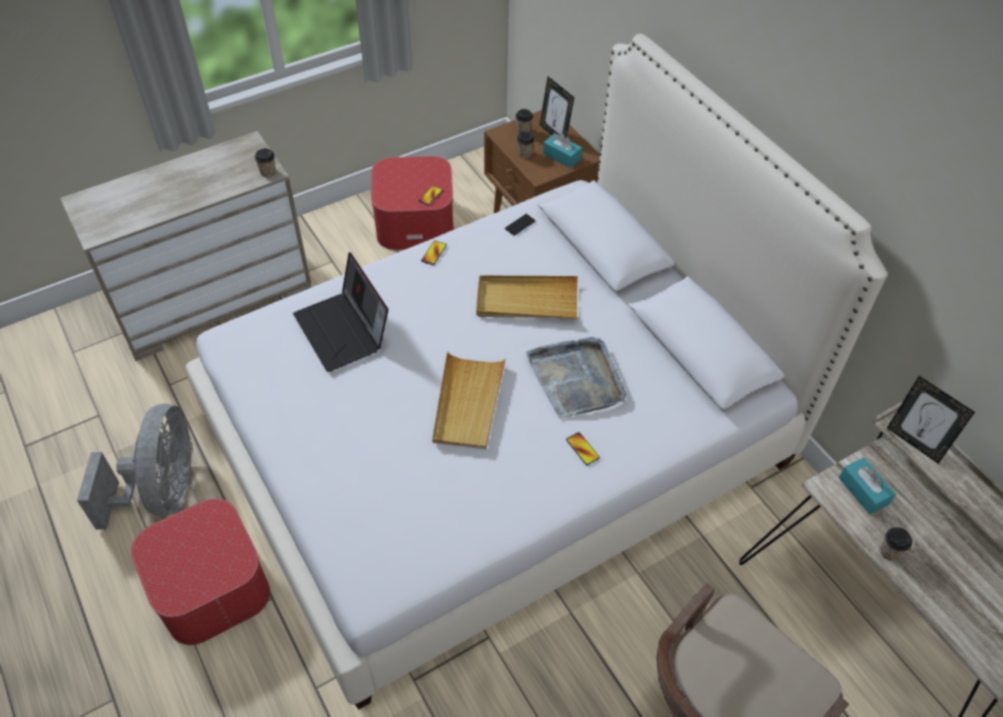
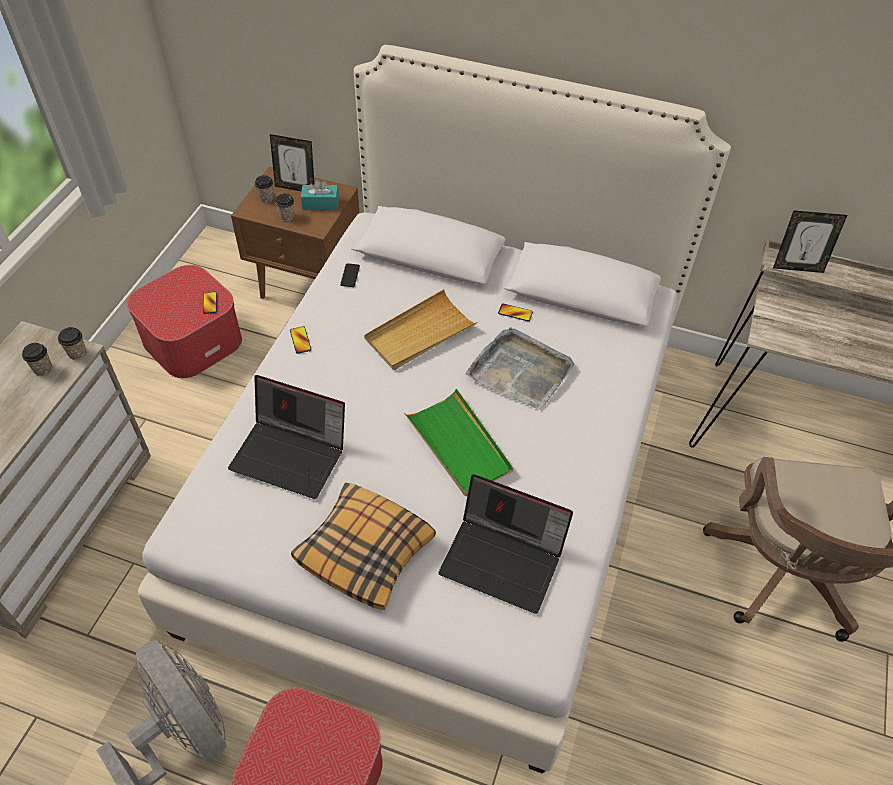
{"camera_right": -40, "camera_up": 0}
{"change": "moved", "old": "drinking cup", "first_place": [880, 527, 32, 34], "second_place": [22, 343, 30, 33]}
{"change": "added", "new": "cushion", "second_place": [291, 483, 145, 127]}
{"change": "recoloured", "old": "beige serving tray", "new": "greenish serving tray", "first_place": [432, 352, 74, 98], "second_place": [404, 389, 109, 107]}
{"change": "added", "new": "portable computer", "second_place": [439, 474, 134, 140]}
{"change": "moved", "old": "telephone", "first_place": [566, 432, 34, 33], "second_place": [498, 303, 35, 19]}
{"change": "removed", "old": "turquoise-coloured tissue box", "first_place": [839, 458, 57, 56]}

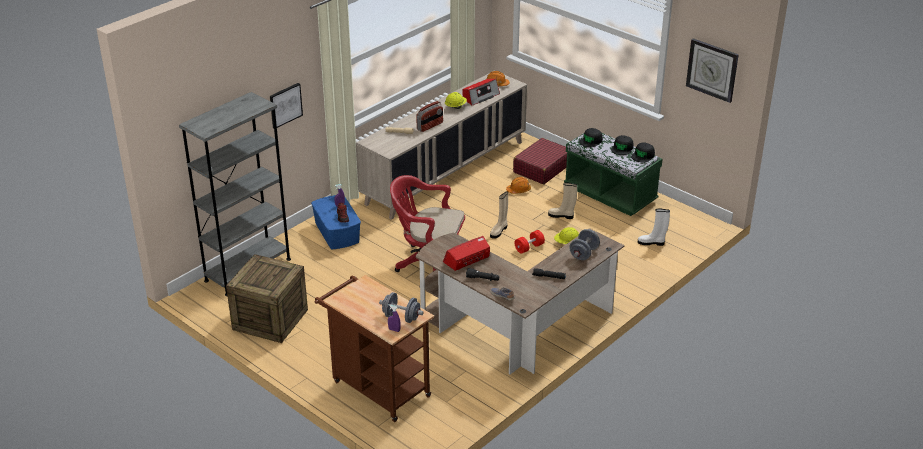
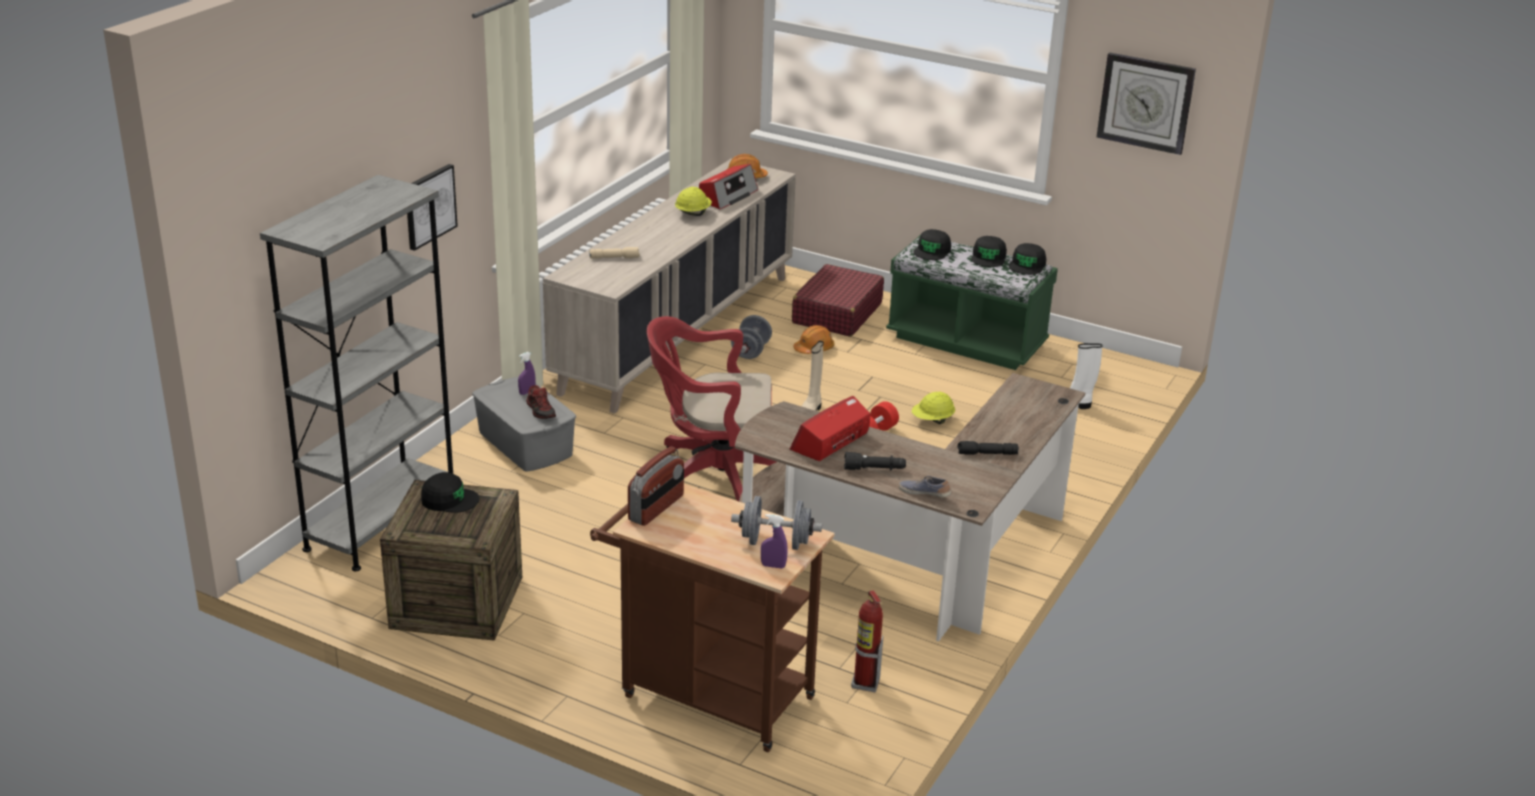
{"camera_right": -15, "camera_up": -5}
{"change": "added", "new": "black cap", "second_place": [421, 472, 59, 41]}
{"change": "recoloured", "old": "blue storage bin", "new": "grey storage bin", "first_place": [311, 195, 50, 54], "second_place": [472, 377, 104, 95]}
{"change": "moved", "old": "radio receiver", "first_place": [416, 101, 27, 31], "second_place": [628, 446, 56, 80]}
{"change": "moved", "old": "grey hand weight", "first_place": [569, 229, 31, 31], "second_place": [731, 315, 41, 44]}
{"change": "added", "new": "fire-fighting cylinder", "second_place": [851, 591, 33, 101]}
{"change": "removed", "old": "beige high-top boot", "first_place": [548, 182, 29, 37]}

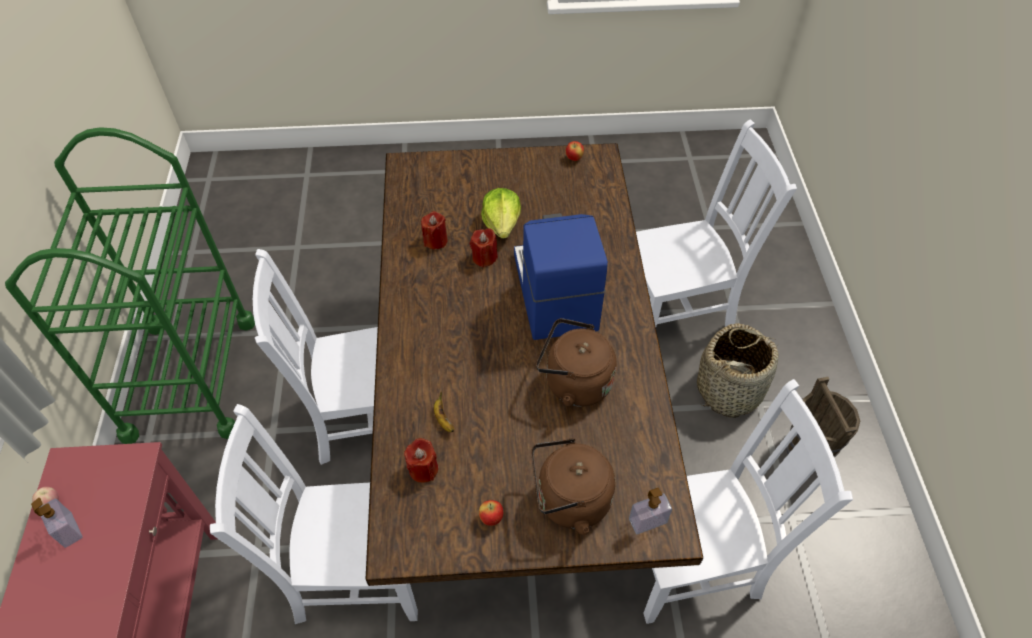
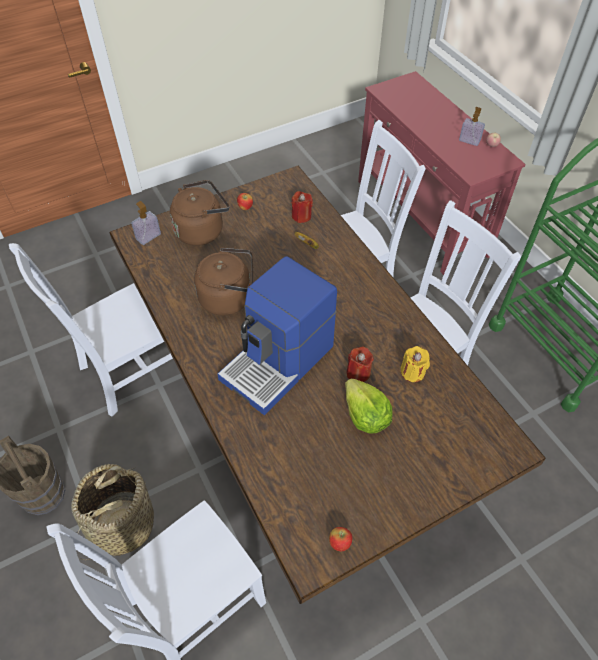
{"camera_right": 155, "camera_up": 0}
{"change": "turned", "old": "coffee maker", "first_place": [514, 213, 94, 127], "second_place": [217, 256, 120, 159], "degrees": 75}
{"change": "recoloured", "old": "reddish wax candle", "new": "yellowish wax candle", "first_place": [421, 211, 26, 39], "second_place": [401, 346, 29, 36]}

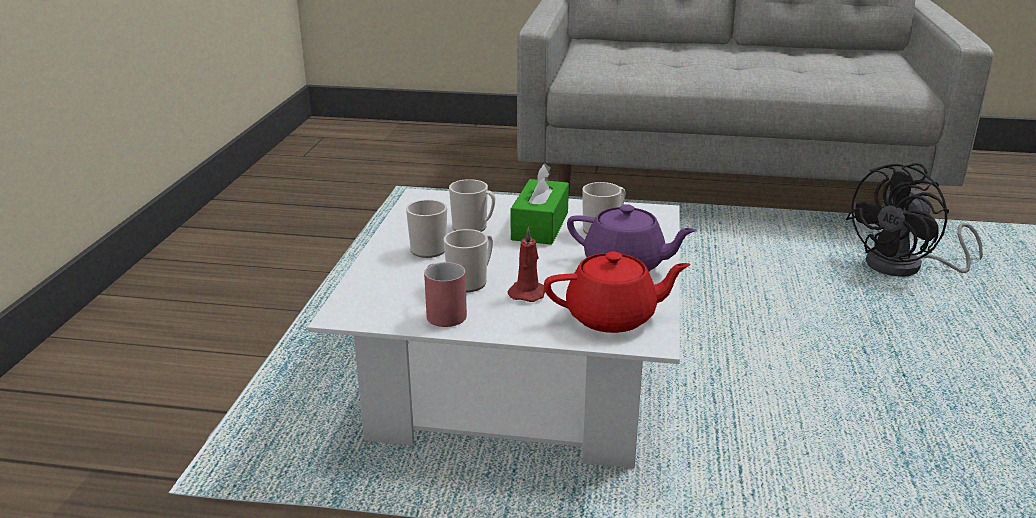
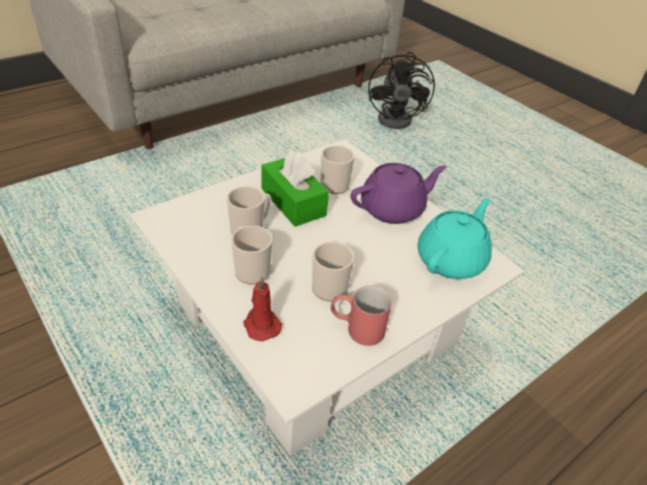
{"camera_right": -50, "camera_up": 15}
{"change": "moved", "old": "reddish wax candle", "first_place": [508, 227, 37, 75], "second_place": [243, 276, 39, 65]}
{"change": "recoloured", "old": "reddish pot for tea", "new": "turquoise-coloured pot for tea", "first_place": [544, 252, 147, 81], "second_place": [418, 198, 74, 81]}

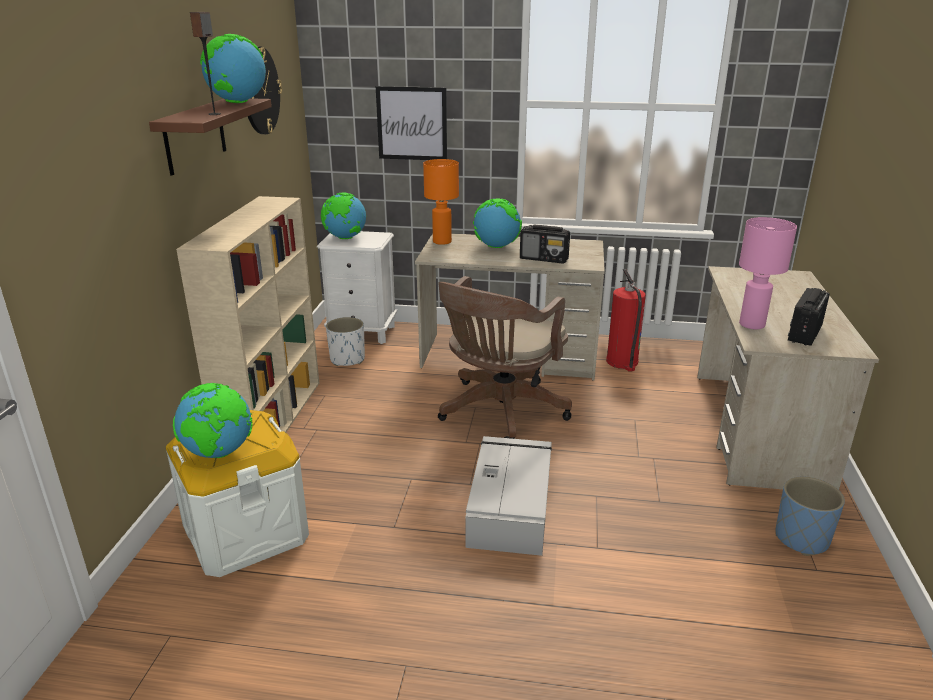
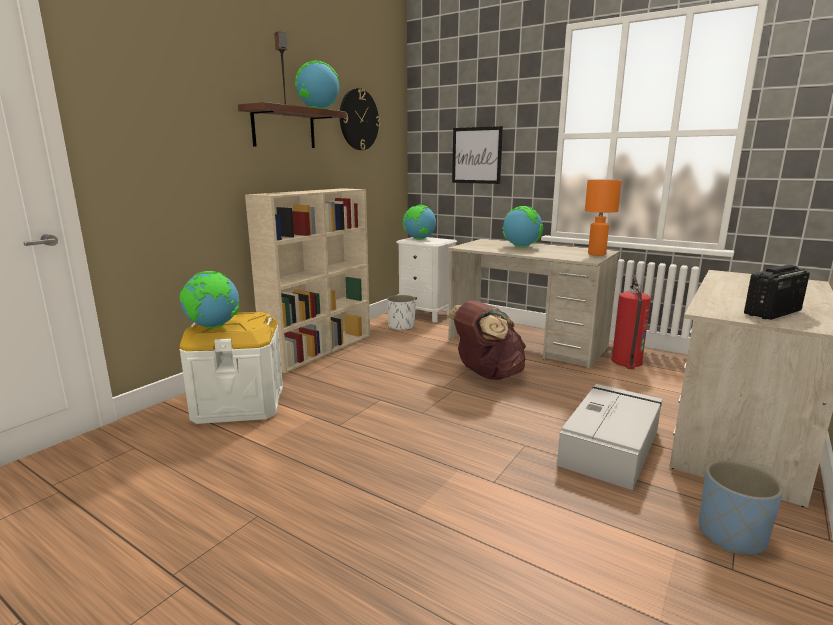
{"camera_right": 25, "camera_up": -10}
{"change": "replaced", "old": "brownish office chair", "new": "brownish knapsack", "first_place": [438, 276, 134, 163], "second_place": [447, 300, 79, 80]}
{"change": "moved", "old": "grey storage bin", "first_place": [465, 436, 87, 120], "second_place": [557, 384, 106, 106]}
{"change": "moved", "old": "orange tabletop lamp", "first_place": [423, 159, 36, 86], "second_place": [585, 180, 37, 76]}
{"change": "removed", "old": "radio receiver", "first_place": [520, 225, 50, 39]}
{"change": "removed", "old": "pink tabletop lamp", "first_place": [739, 217, 58, 112]}

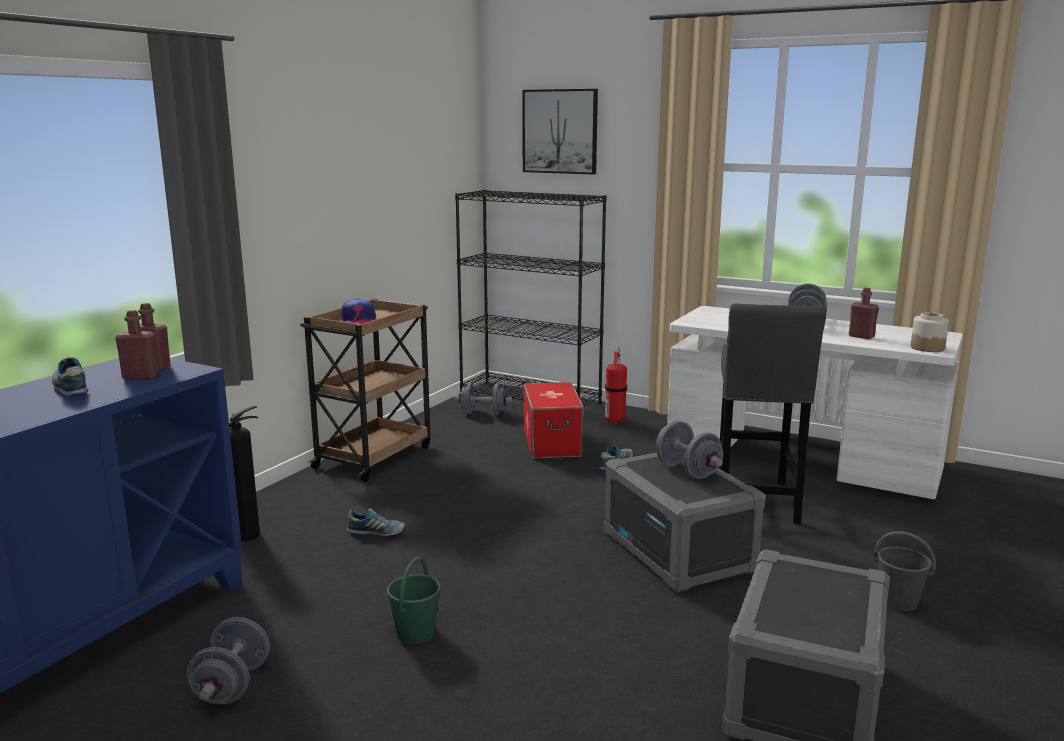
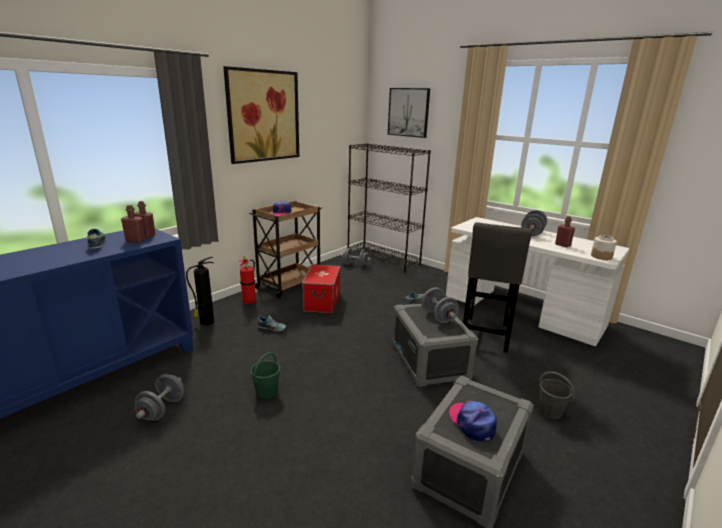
{"camera_right": 10, "camera_up": 5}
{"change": "added", "new": "picture", "second_place": [223, 66, 76, 98]}
{"change": "moved", "old": "fire-fighting cylinder", "first_place": [605, 346, 22, 77], "second_place": [239, 256, 19, 48]}
{"change": "moved", "old": "storage bin", "first_place": [523, 382, 61, 77], "second_place": [302, 264, 38, 49]}
{"change": "added", "new": "cap", "second_place": [448, 401, 49, 40]}

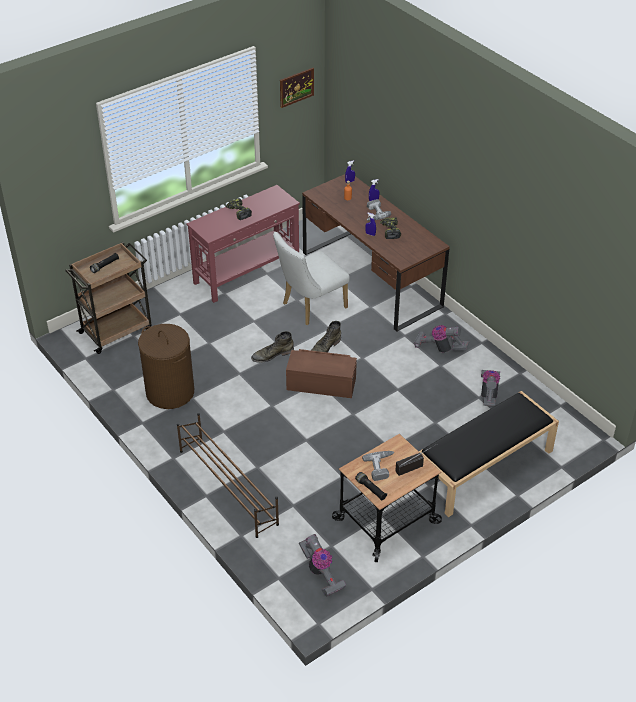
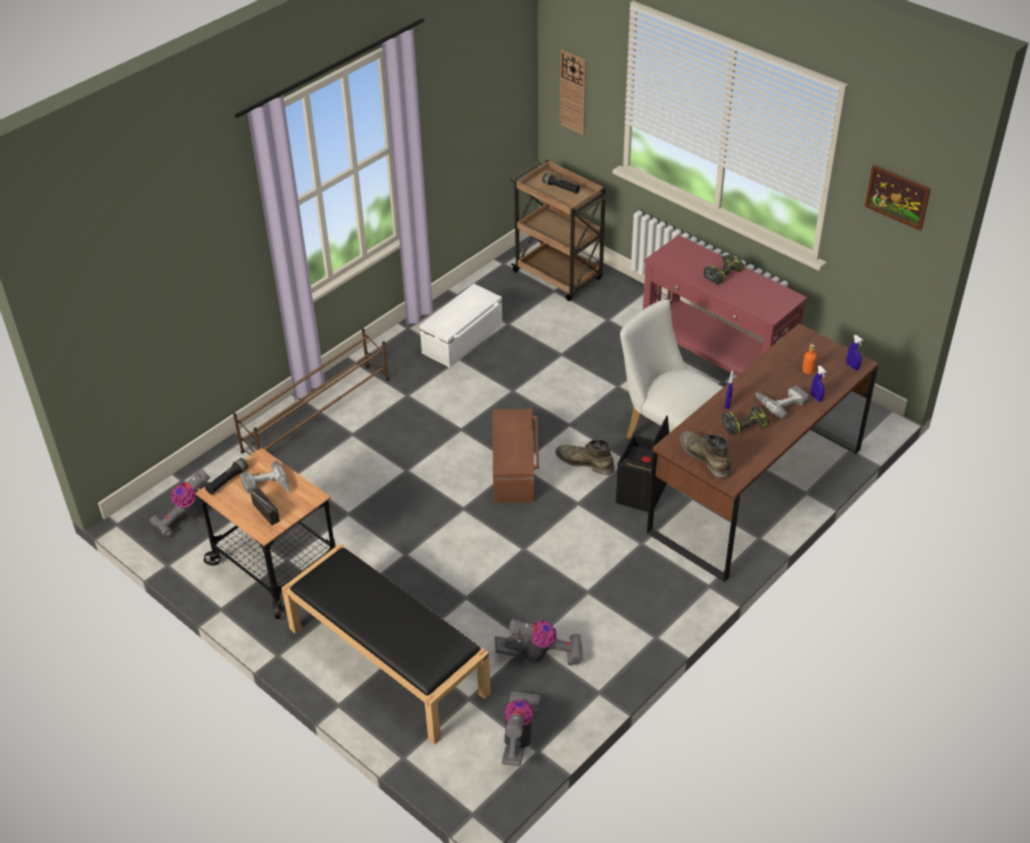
{"camera_right": 80, "camera_up": 0}
{"change": "replaced", "old": "brownish hamper", "new": "white storage bin", "first_place": [138, 324, 56, 85], "second_place": [420, 284, 83, 84]}
{"change": "moved", "old": "hoover", "first_place": [414, 325, 55, 28], "second_place": [502, 692, 39, 74]}
{"change": "added", "new": "hanging clock", "second_place": [560, 50, 26, 85]}
{"change": "added", "new": "black storage bin", "second_place": [616, 415, 53, 97]}
{"change": "moved", "old": "greenish high-top boot", "first_place": [251, 331, 43, 32], "second_place": [680, 431, 52, 47]}

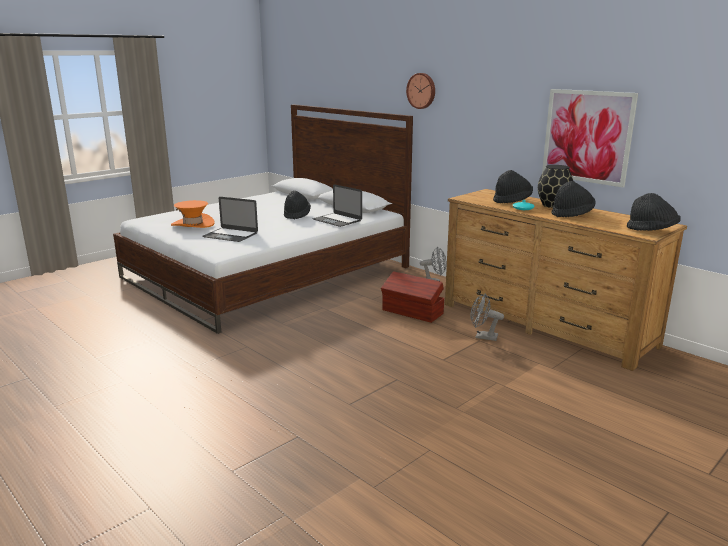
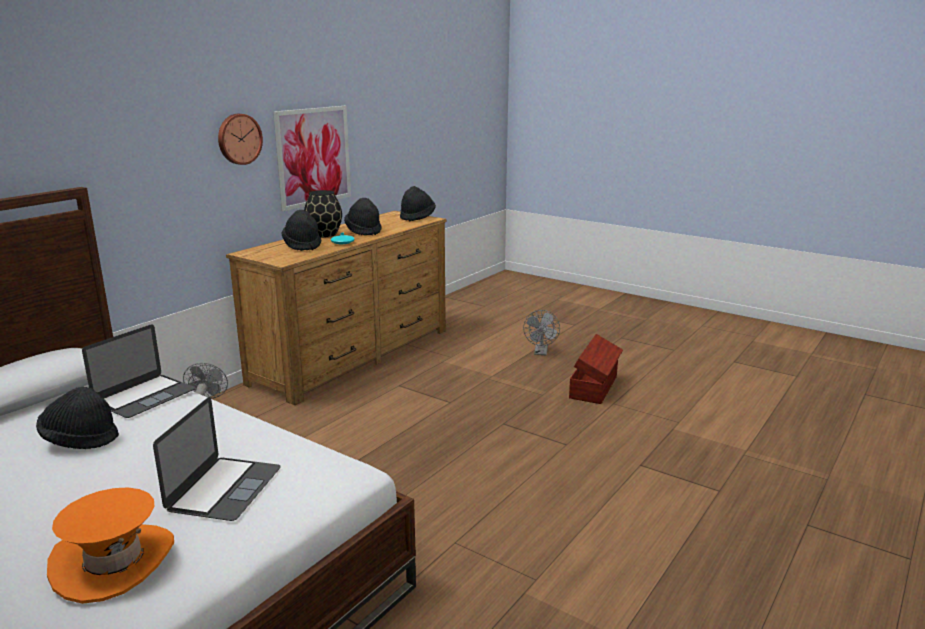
{"camera_right": -100, "camera_up": 0}
{"change": "moved", "old": "hanging clock", "first_place": [406, 73, 29, 36], "second_place": [218, 114, 45, 51]}
{"change": "moved", "old": "grey electric fan", "first_place": [470, 293, 34, 48], "second_place": [523, 310, 37, 45]}
{"change": "moved", "old": "brownish storage bin", "first_place": [381, 271, 63, 52], "second_place": [569, 334, 54, 70]}

